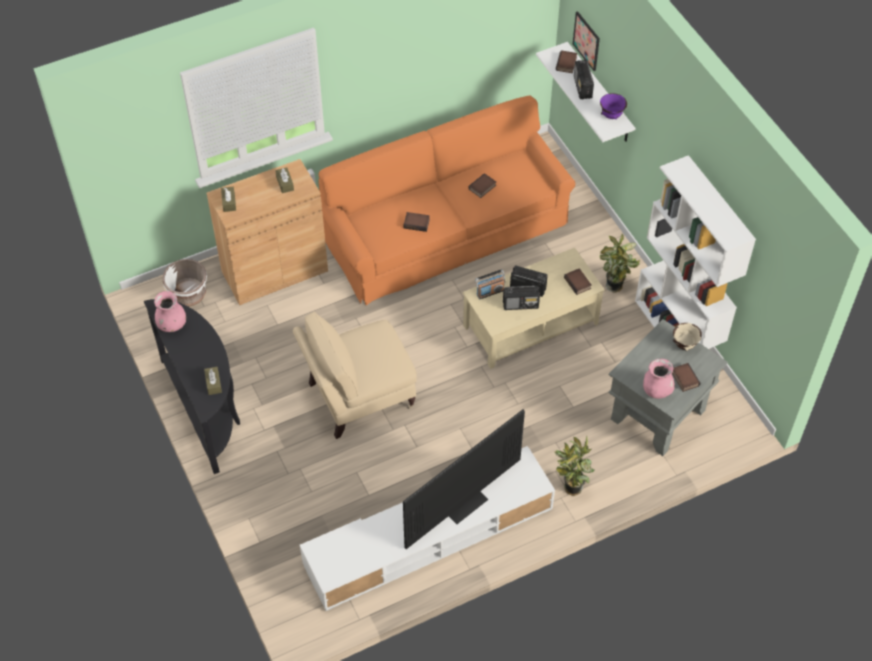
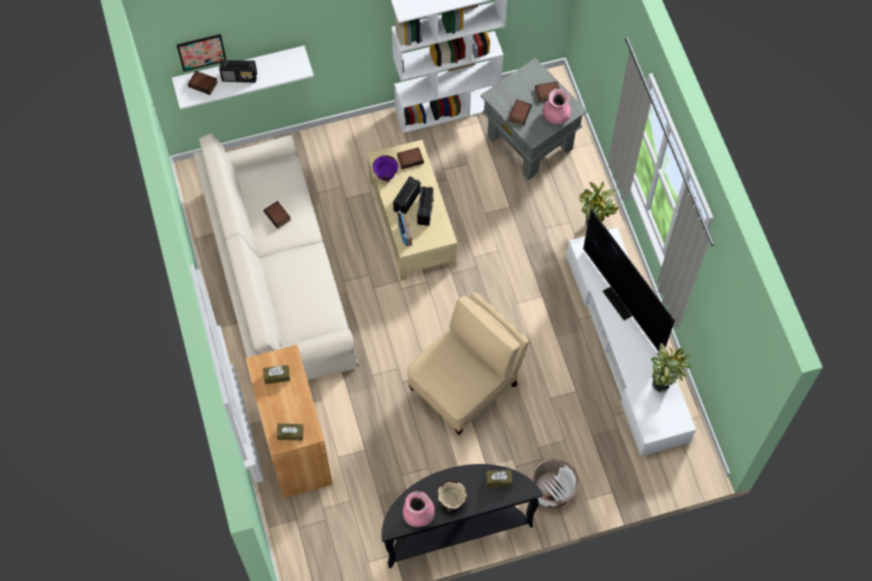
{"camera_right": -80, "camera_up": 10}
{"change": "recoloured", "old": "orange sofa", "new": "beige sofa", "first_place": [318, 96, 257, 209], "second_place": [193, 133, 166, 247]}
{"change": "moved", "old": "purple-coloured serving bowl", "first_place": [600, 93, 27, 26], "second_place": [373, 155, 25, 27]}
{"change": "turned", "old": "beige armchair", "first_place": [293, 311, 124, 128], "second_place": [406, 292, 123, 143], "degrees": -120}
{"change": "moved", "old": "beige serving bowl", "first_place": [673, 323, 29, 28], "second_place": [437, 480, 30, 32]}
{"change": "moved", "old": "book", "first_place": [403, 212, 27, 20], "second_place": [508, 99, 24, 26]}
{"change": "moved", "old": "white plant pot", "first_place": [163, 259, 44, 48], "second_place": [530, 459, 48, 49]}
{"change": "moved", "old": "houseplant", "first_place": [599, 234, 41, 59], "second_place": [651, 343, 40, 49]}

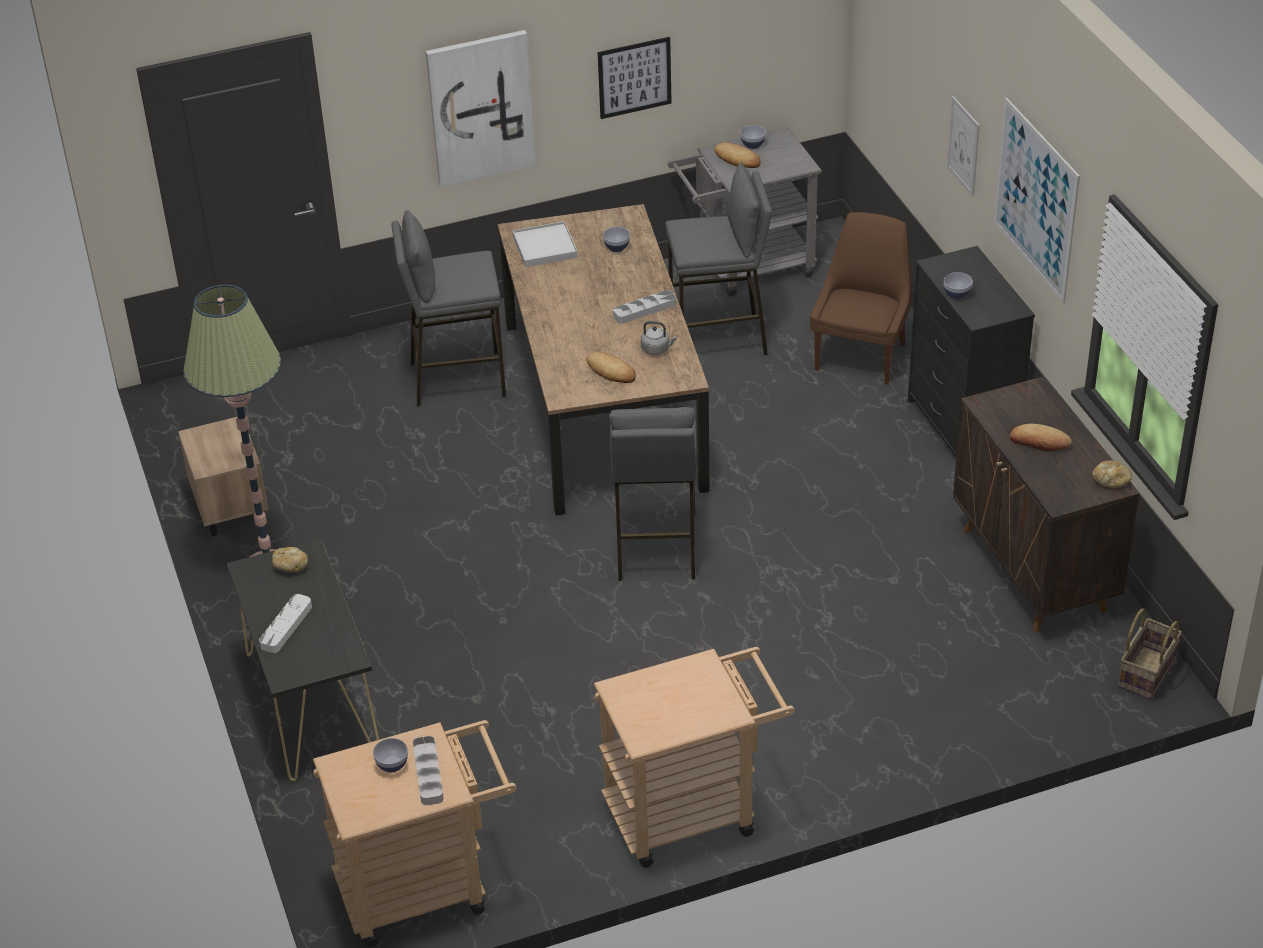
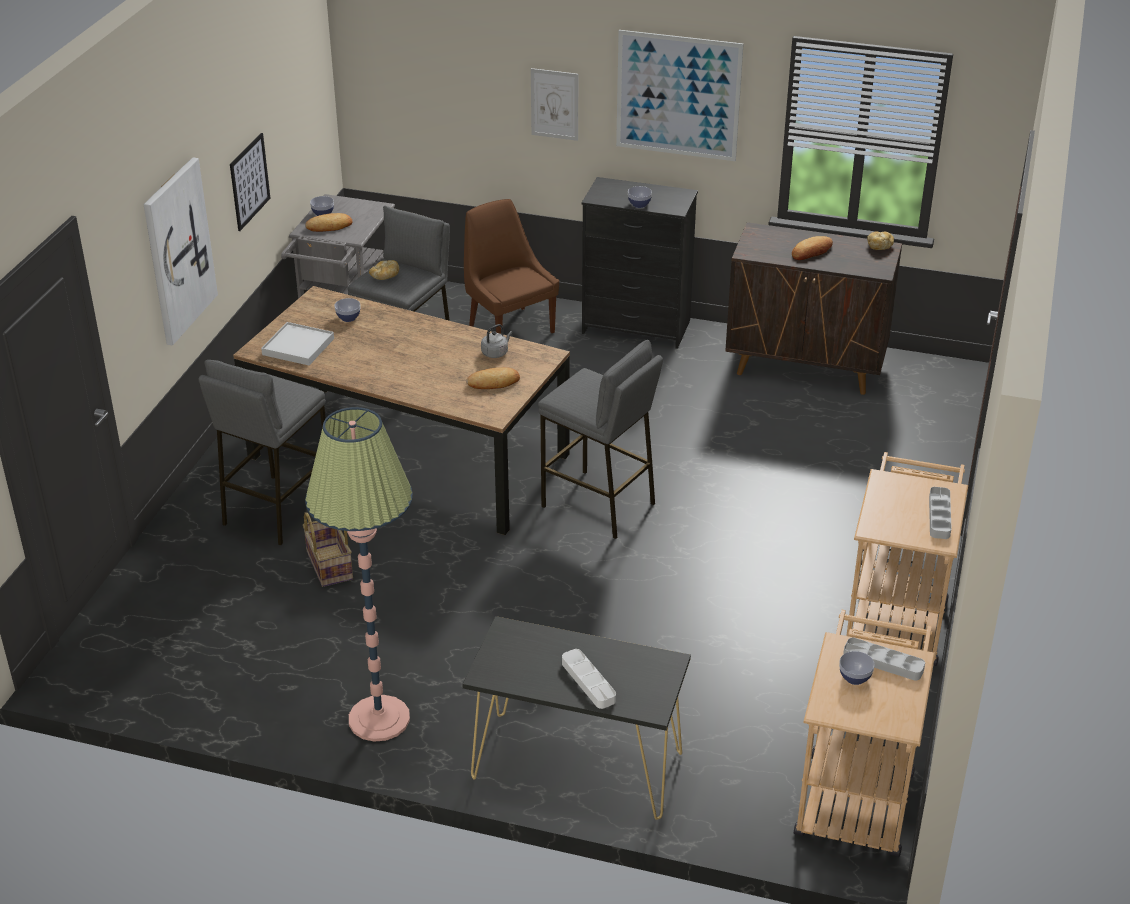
{"camera_right": -55, "camera_up": -5}
{"change": "moved", "old": "household basket", "first_place": [1118, 608, 64, 92], "second_place": [303, 512, 50, 75]}
{"change": "moved", "old": "bakery bread", "first_place": [272, 547, 36, 25], "second_place": [369, 260, 30, 20]}
{"change": "moved", "old": "grey serving tray", "first_place": [613, 290, 63, 34], "second_place": [929, 487, 23, 52]}
{"change": "removed", "old": "beige night table", "first_place": [178, 417, 90, 119]}

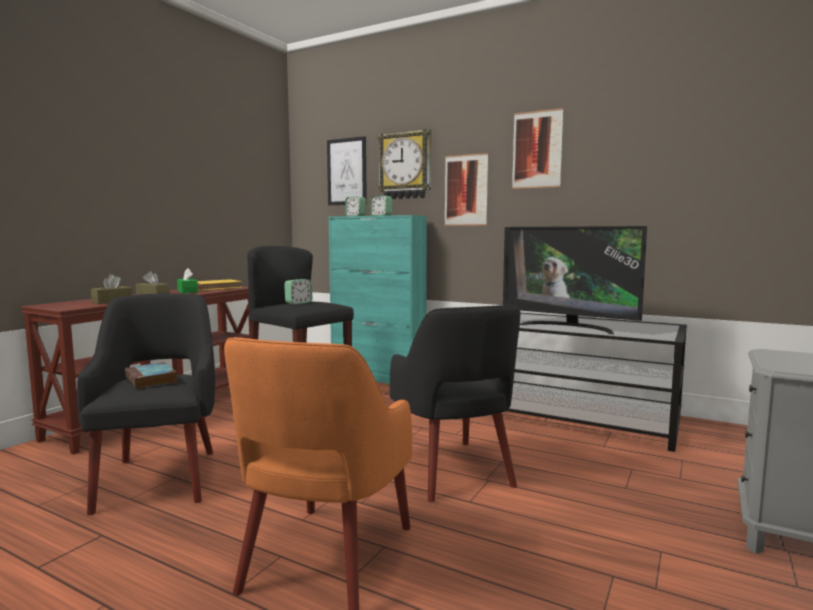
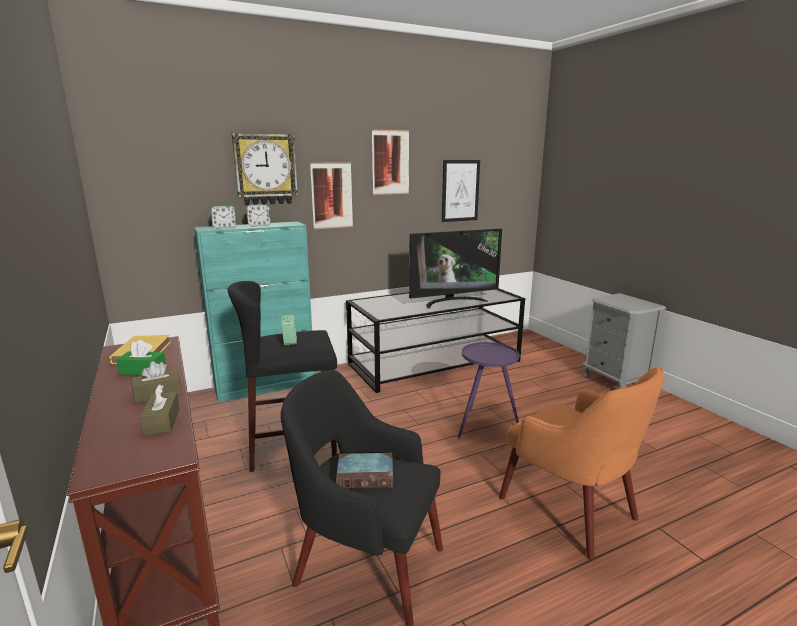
{"camera_right": -55, "camera_up": 10}
{"change": "moved", "old": "picture", "first_place": [327, 136, 40, 69], "second_place": [442, 160, 38, 62]}
{"change": "replaced", "old": "black armchair", "new": "purple-coloured end table", "first_place": [390, 305, 130, 197], "second_place": [458, 342, 61, 96]}

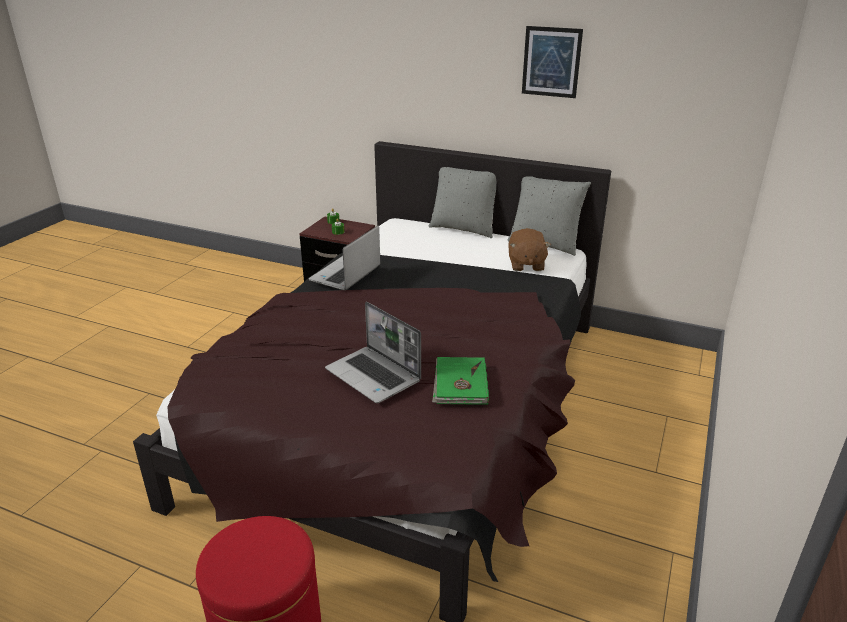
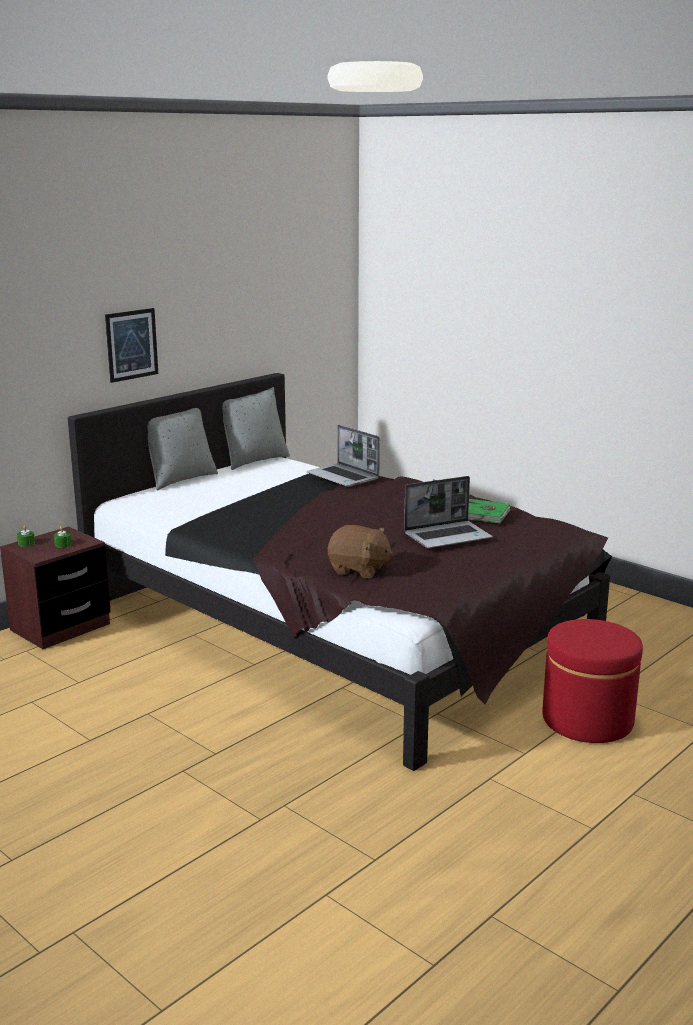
{"camera_right": -70, "camera_up": -10}
{"change": "moved", "old": "picture", "first_place": [522, 26, 61, 72], "second_place": [105, 308, 53, 75]}
{"change": "moved", "old": "portable computer", "first_place": [309, 225, 71, 65], "second_place": [307, 425, 73, 62]}
{"change": "moved", "old": "brownish cuddly toy", "first_place": [508, 228, 43, 43], "second_place": [328, 525, 66, 53]}

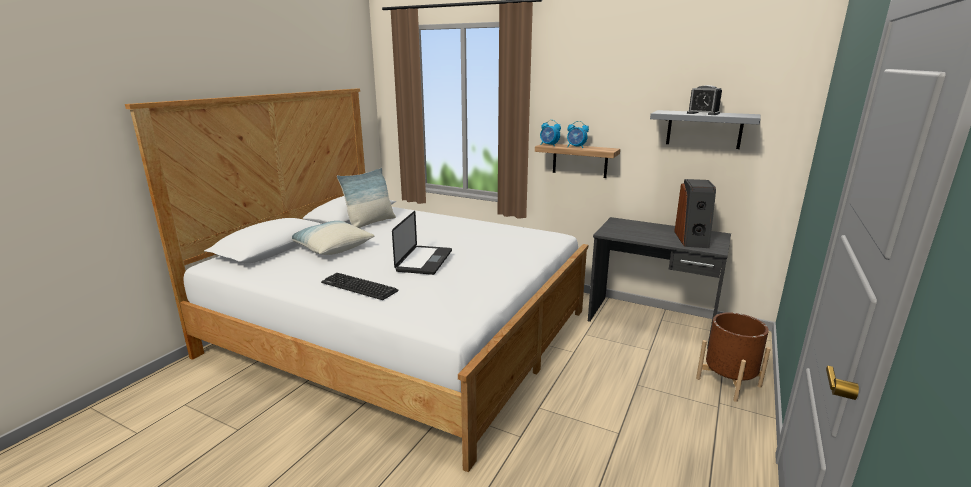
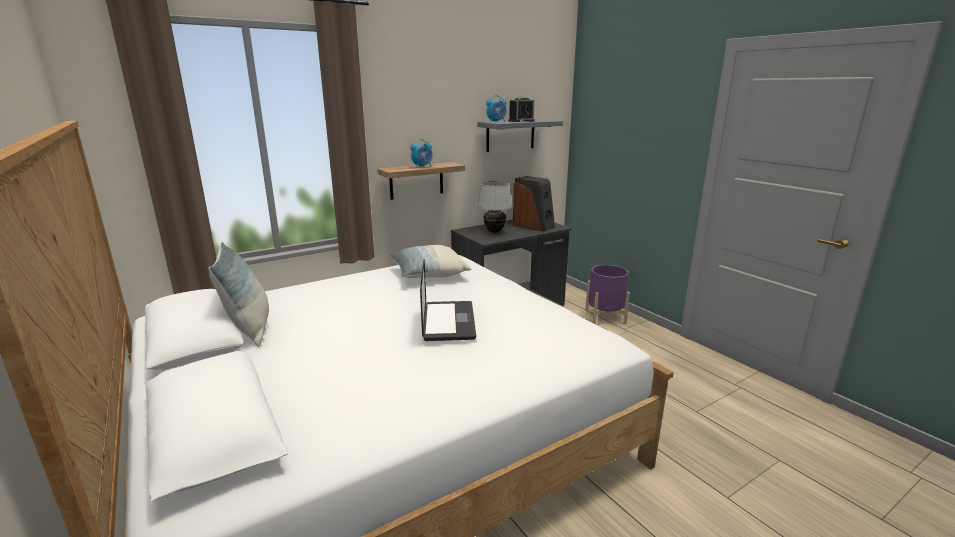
{"camera_right": -60, "camera_up": 0}
{"change": "moved", "old": "cushion", "first_place": [292, 221, 82, 34], "second_place": [390, 245, 81, 33]}
{"change": "turned", "old": "portable computer", "first_place": [392, 211, 60, 64], "second_place": [420, 259, 56, 82], "degrees": 45}
{"change": "added", "new": "white tabletop lamp", "second_place": [478, 181, 34, 52]}
{"change": "moved", "old": "bedside clock", "first_place": [540, 120, 21, 27], "second_place": [486, 95, 21, 27]}
{"change": "recoloured", "old": "brownish plant pot", "new": "purple-coloured plant pot", "first_place": [696, 312, 75, 90], "second_place": [585, 265, 45, 59]}
{"change": "removed", "old": "keyboard", "first_place": [321, 273, 77, 27]}

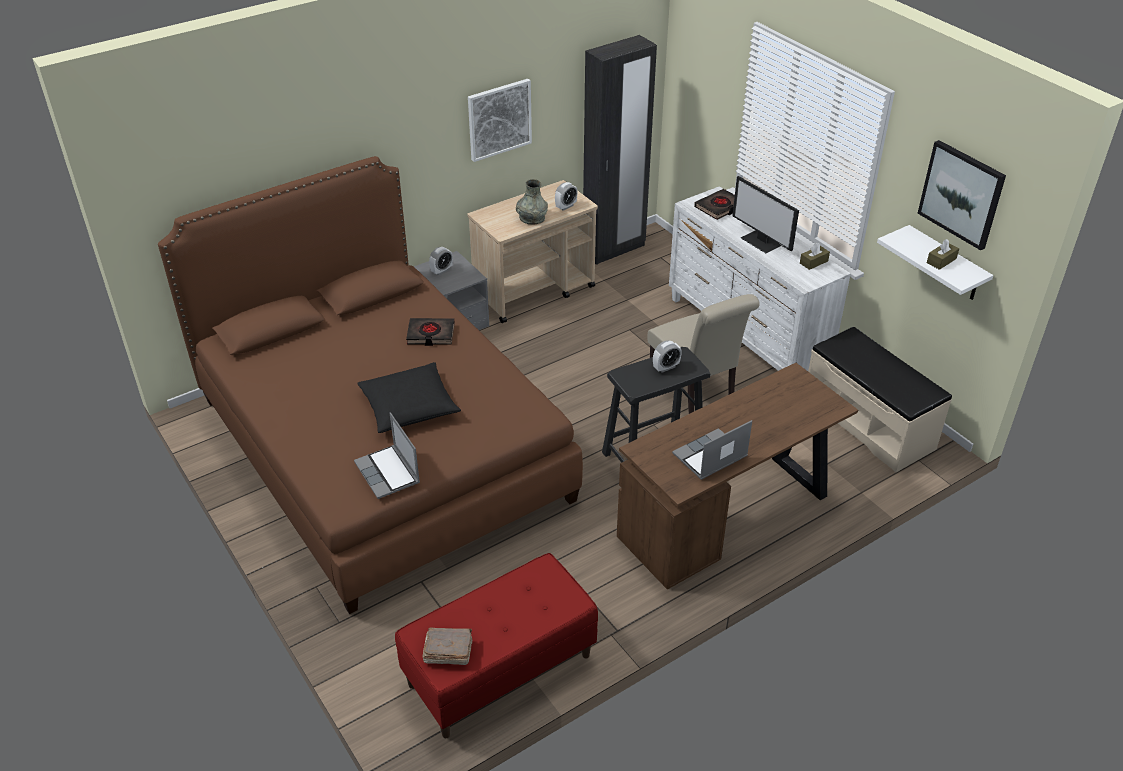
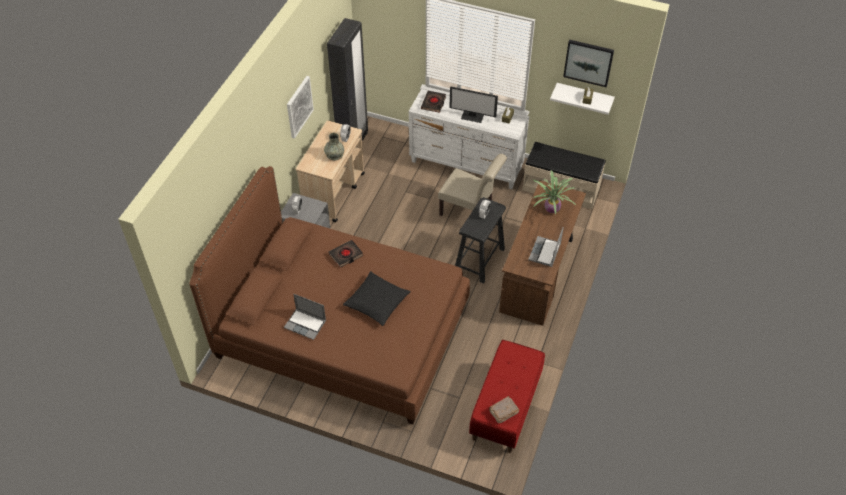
{"camera_right": -35, "camera_up": 10}
{"change": "moved", "old": "portable computer", "first_place": [354, 413, 66, 86], "second_place": [284, 294, 42, 46]}
{"change": "added", "new": "houseplant", "second_place": [533, 170, 43, 45]}

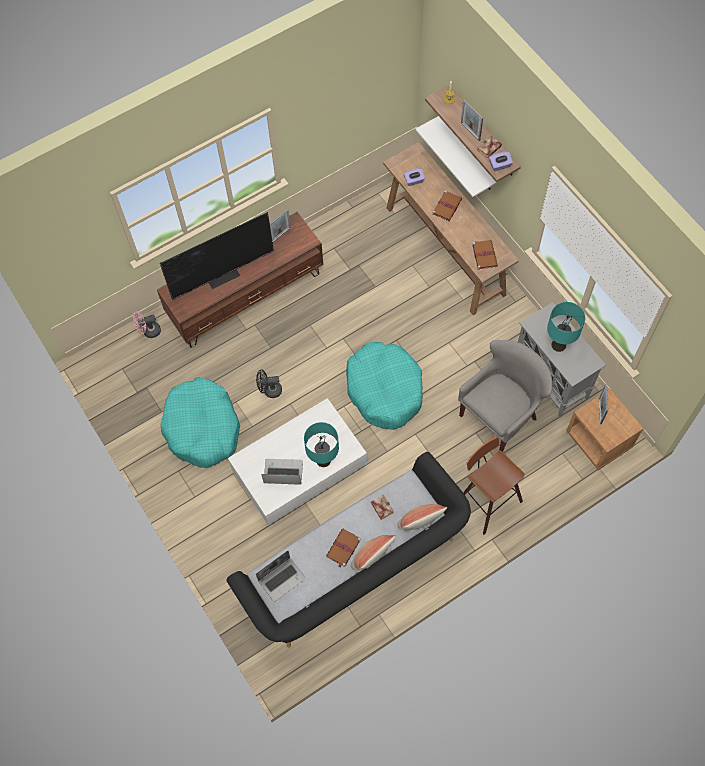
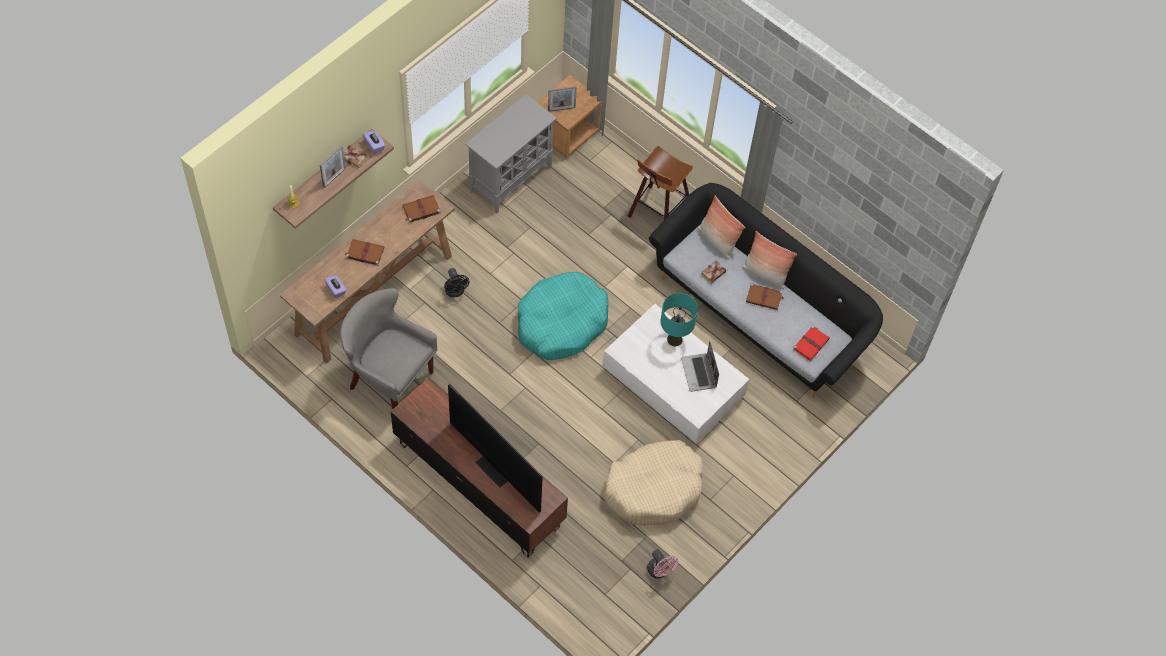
{"camera_right": -110, "camera_up": -5}
{"change": "moved", "old": "grey armchair", "first_place": [458, 340, 94, 112], "second_place": [340, 288, 97, 121]}
{"change": "moved", "old": "black electric fan", "first_place": [256, 369, 26, 29], "second_place": [444, 268, 26, 29]}
{"change": "recoloured", "old": "turquoise-coloured dog bed", "new": "beige dog bed", "first_place": [160, 377, 80, 91], "second_place": [603, 440, 100, 86]}
{"change": "moved", "old": "pink electric fan", "first_place": [133, 311, 28, 27], "second_place": [647, 549, 31, 30]}
{"change": "replaced", "old": "portable computer", "new": "reddish book", "first_place": [256, 551, 50, 51], "second_place": [793, 326, 37, 35]}
{"change": "removed", "old": "standing frame", "first_place": [270, 209, 21, 33]}
{"change": "removed", "old": "white bracket shelf", "first_place": [415, 116, 83, 81]}
{"change": "removed", "old": "turquoise-coloured tabletop lamp", "first_place": [547, 302, 38, 50]}

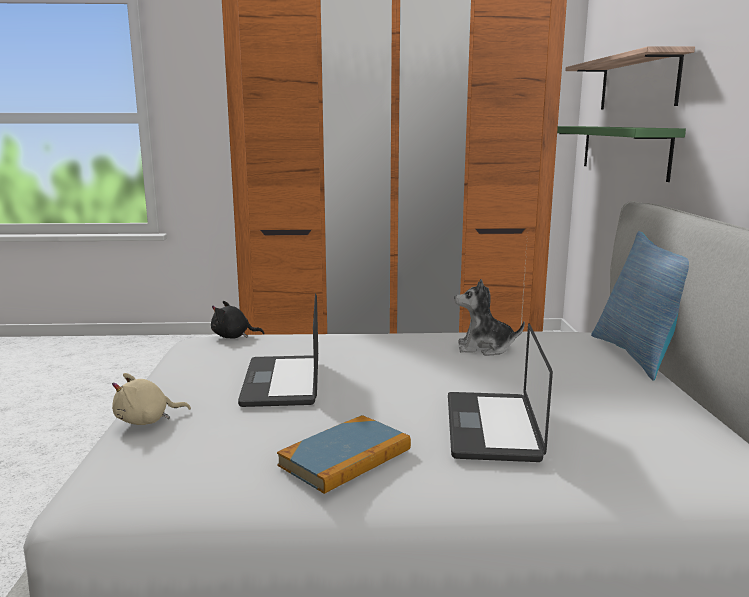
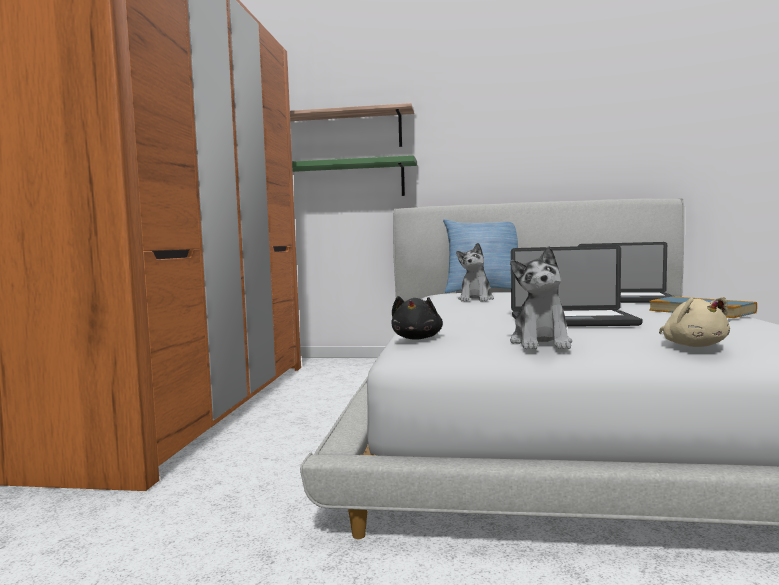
{"camera_right": -80, "camera_up": -10}
{"change": "added", "new": "cuddly toy", "second_place": [510, 246, 62, 103]}

